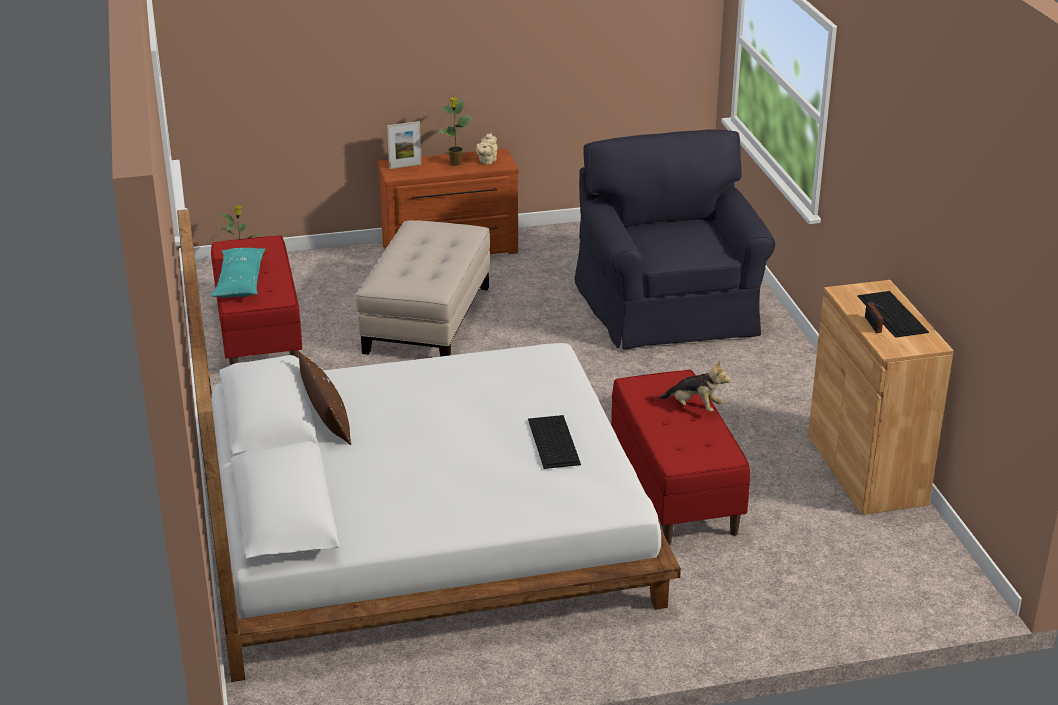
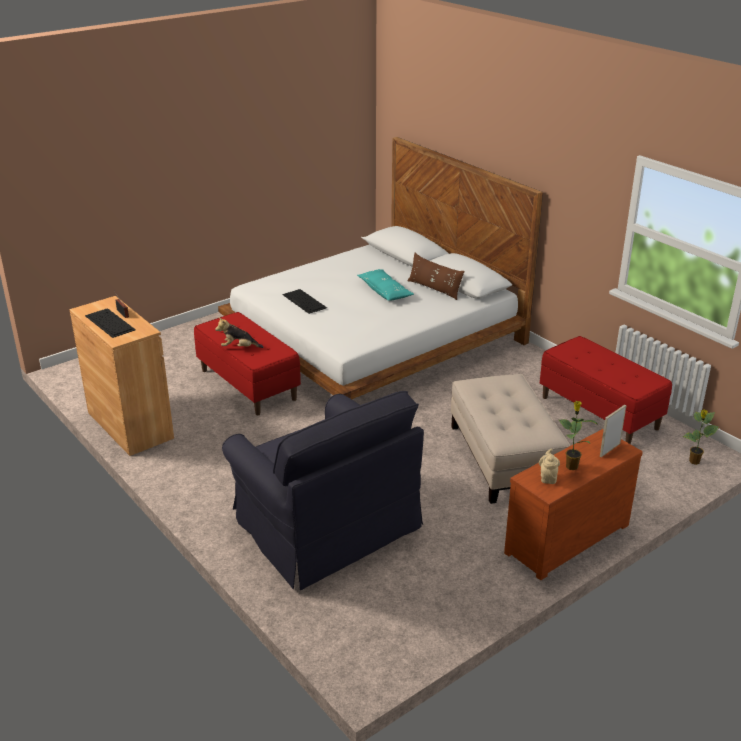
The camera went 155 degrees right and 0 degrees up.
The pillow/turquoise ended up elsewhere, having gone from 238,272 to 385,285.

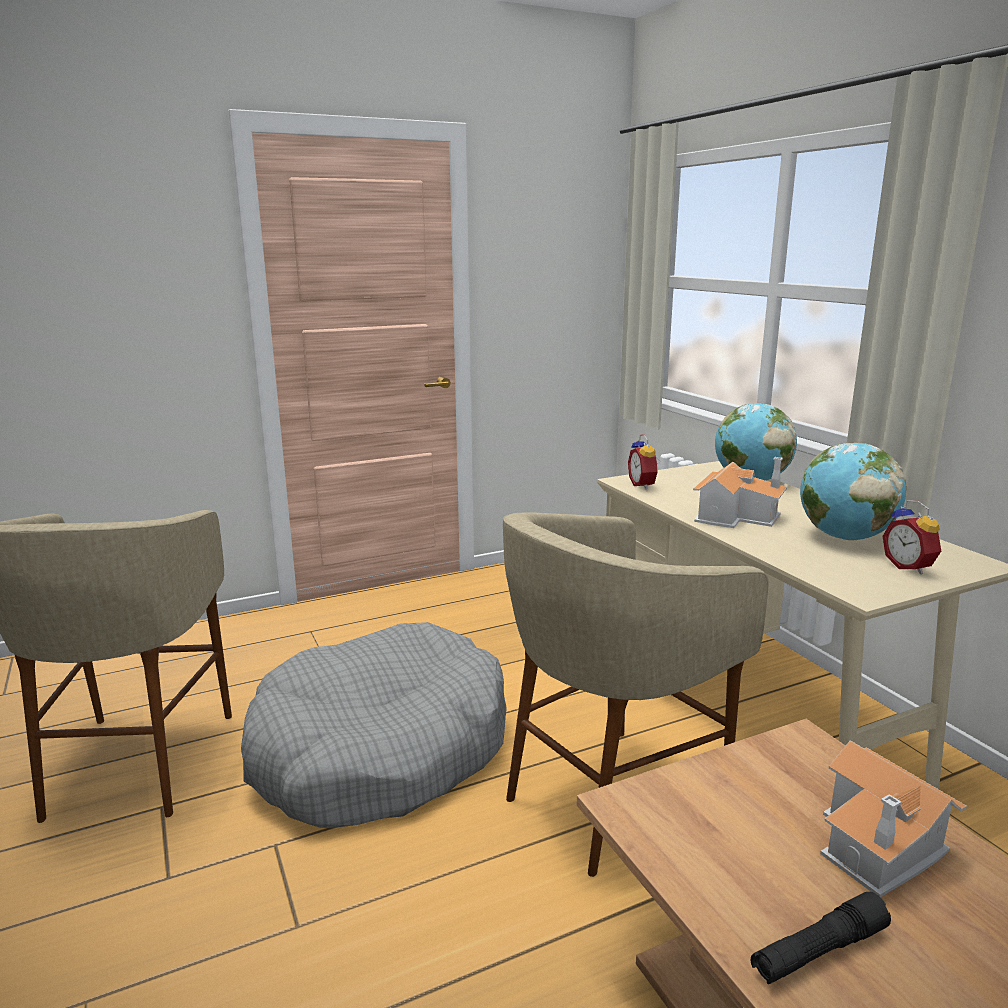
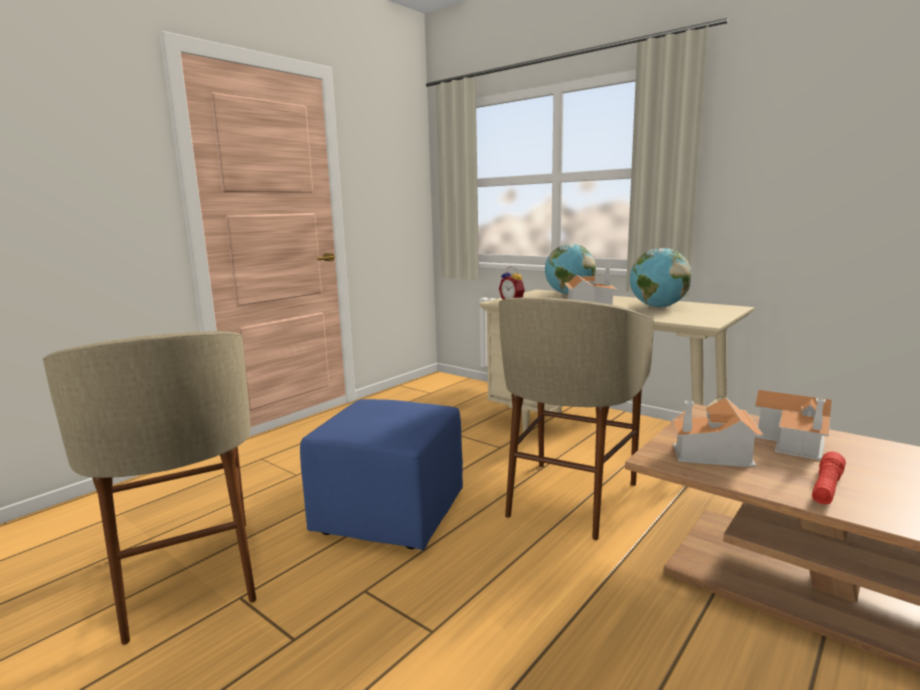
The camera went 25 degrees left and 5 degrees down.
Where the dog bed/grey stood at 374,725, the ottoman/blue came to stand at 381,474.
What was the flashlight/black at 821,938 turned into the flashlight/red at 829,478.
The second view lost the alarm clock at 911,537.
The second view gained the toy house at 717,432.

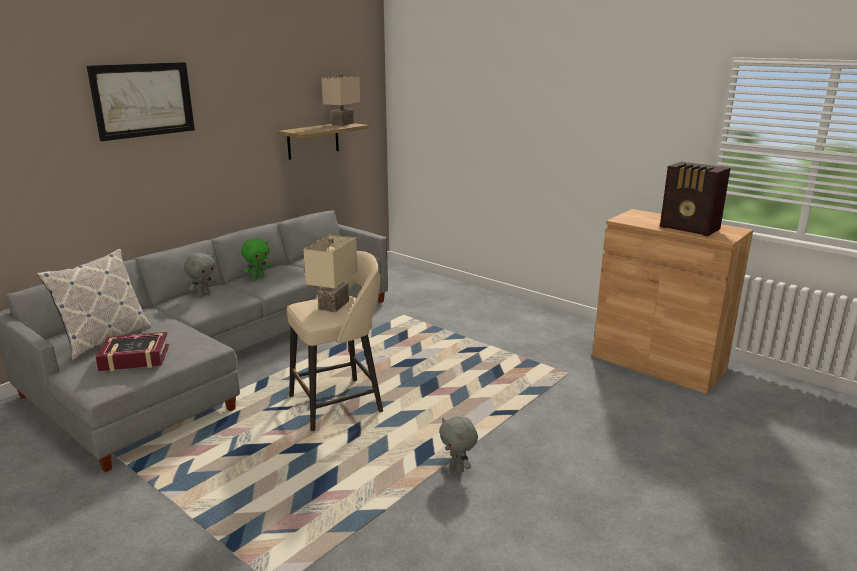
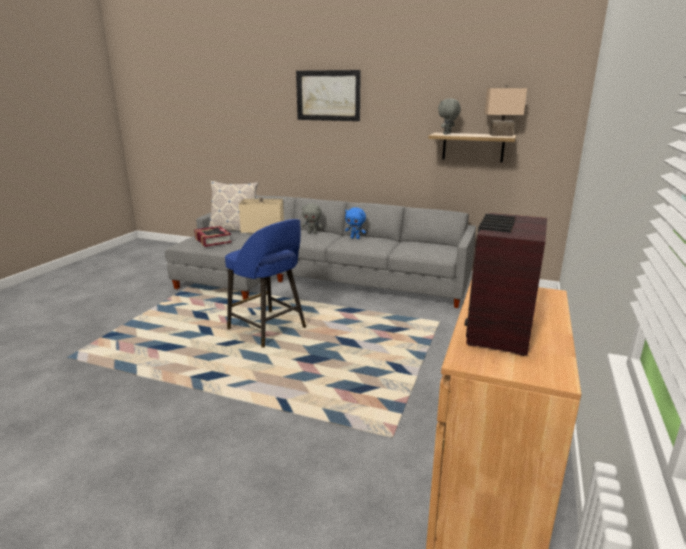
The camera went 70 degrees right and 0 degrees up.
What was the plush toy/green at 255,258 turned into the plush toy/blue at 355,223.
What was the stool/beige at 335,341 turned into the stool/blue at 265,283.
The plush toy/grey ended up elsewhere, having gone from 458,444 to 449,116.

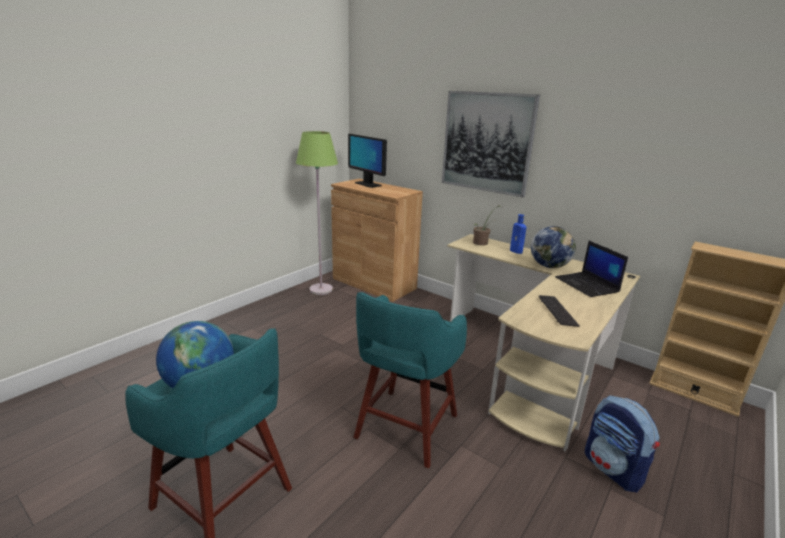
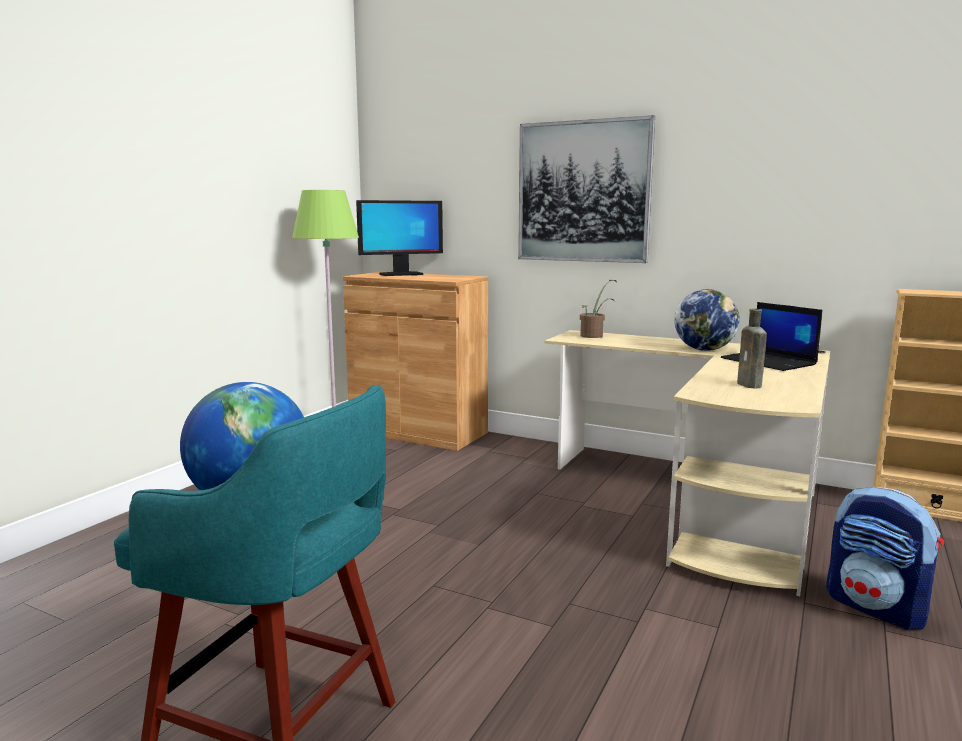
The camera went 10 degrees left and 10 degrees down.
The monitor at 367,161 ended up facing another way, 60 degrees counterclockwise from before.
The second view lost the stool/turquoise at 410,380.
The second view lost the bottle/blue at 518,234.
Where the keyboard stood at 559,311, the bottle/brown came to stand at 752,348.

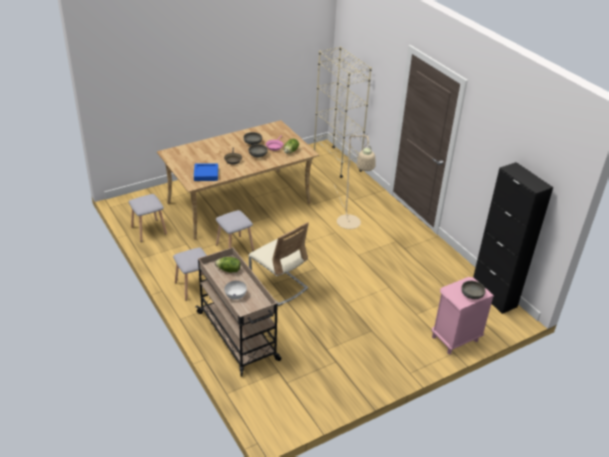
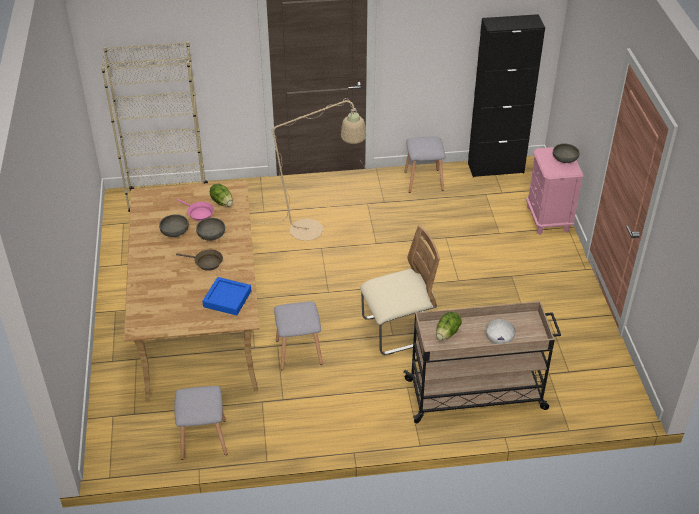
The camera went 65 degrees left and 5 degrees up.
The stool/grey ended up elsewhere, having gone from 190,274 to 424,165.

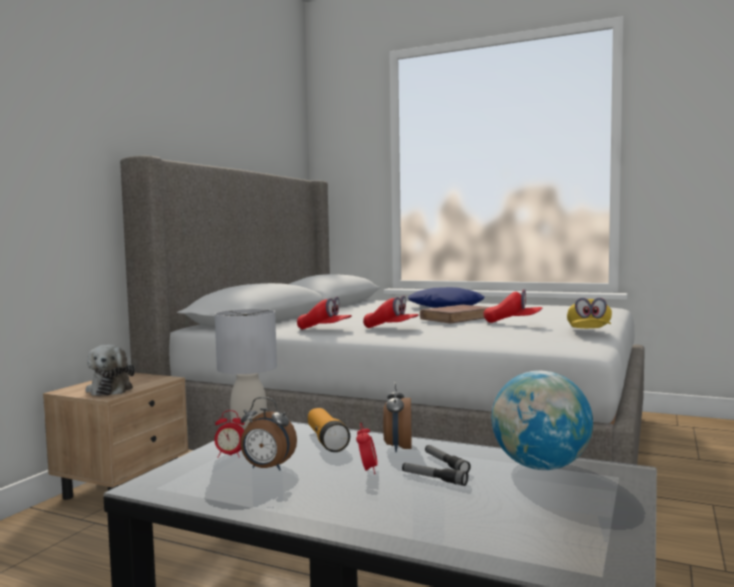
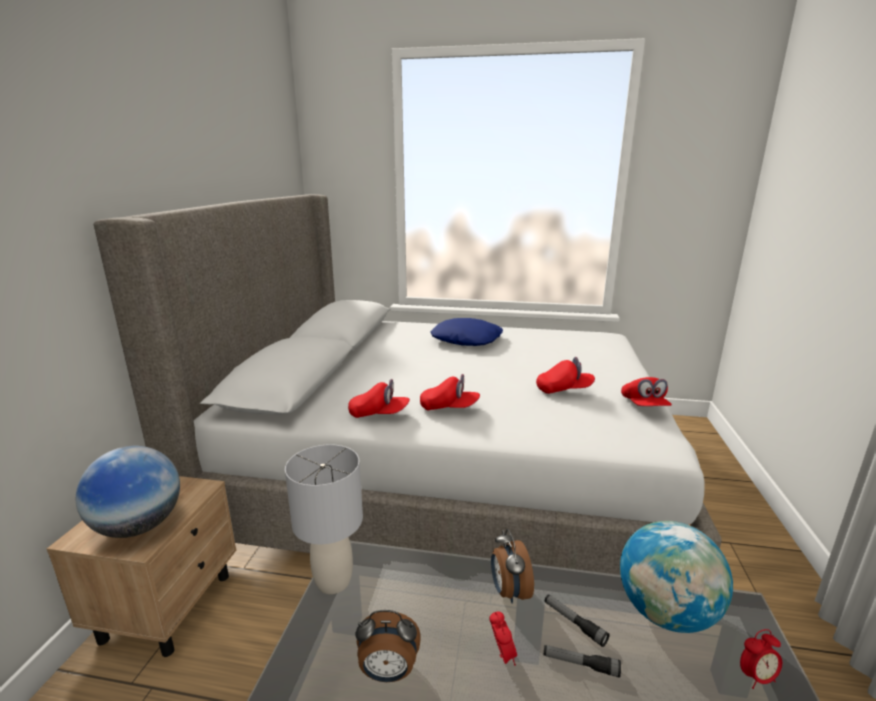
The camera went 15 degrees left and 15 degrees up.
Where the plush toy stood at 110,370, the globe came to stand at 128,492.
The alarm clock ended up elsewhere, having gone from 229,434 to 761,659.
The second view lost the flashlight at 329,430.
The second view lost the book/brown at 454,314.
What was the cap/yellow at 589,313 turned into the cap/red at 646,391.

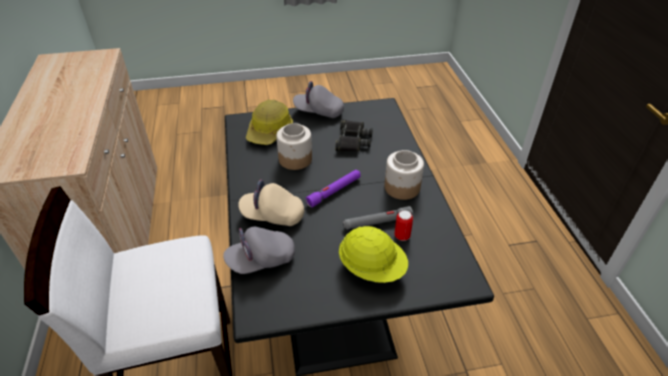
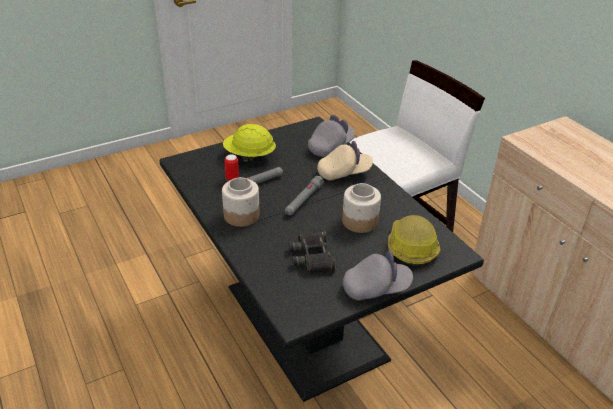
The camera went 160 degrees right and 5 degrees down.
What was the flashlight/purple at 333,188 turned into the flashlight/grey at 304,196.

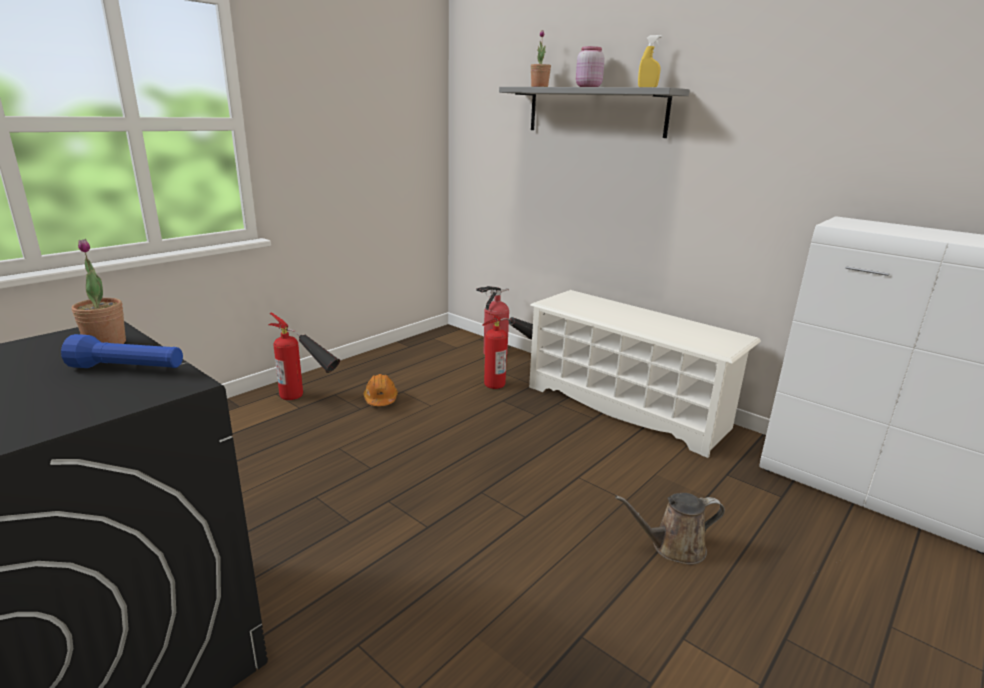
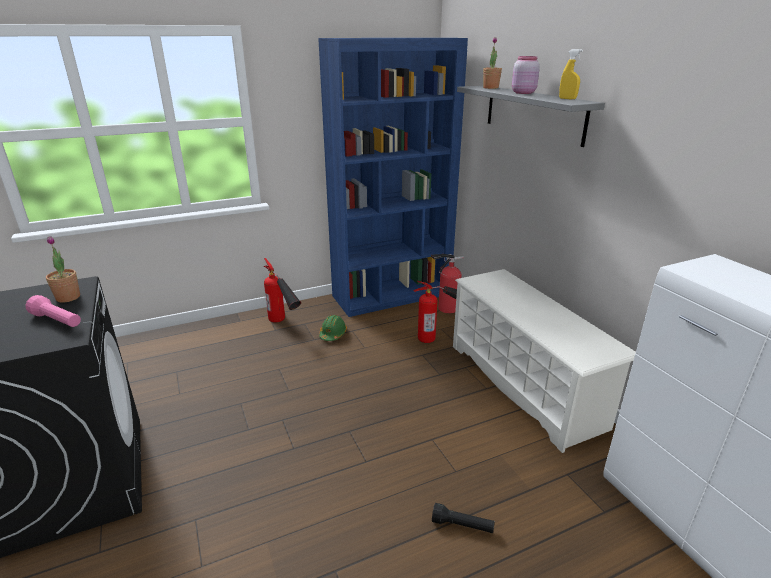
The camera went 25 degrees right and 5 degrees up.
What was the flashlight/blue at 122,351 turned into the flashlight/pink at 53,311.
What was the hard hat/orange at 381,390 turned into the hard hat/green at 333,328.
Where the watering can/brown stood at 670,529, the flashlight/black came to stand at 463,518.
The second view gained the bookcase/blue at 393,177.

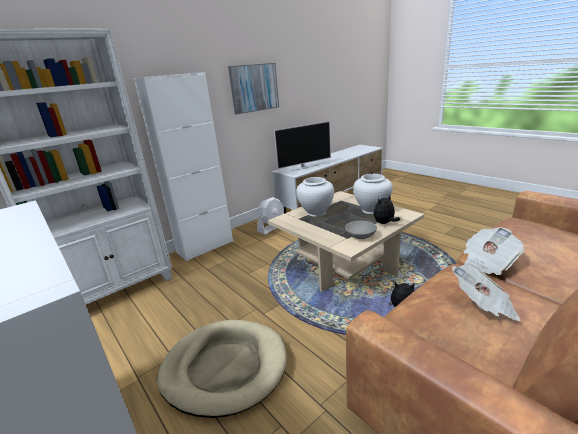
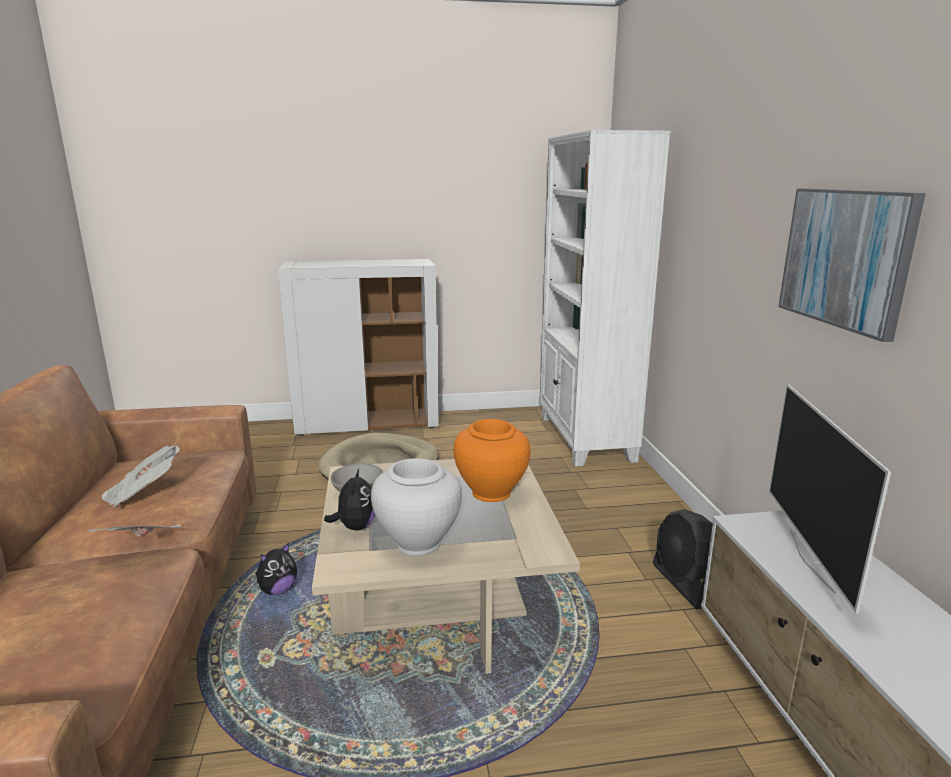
The camera went 120 degrees right and 5 degrees down.
The second view lost the cabinet/white at 183,166.
What was the fan/white at 270,215 turned into the fan/black at 683,559.
What was the vase/white at 315,197 turned into the vase/orange at 492,460.

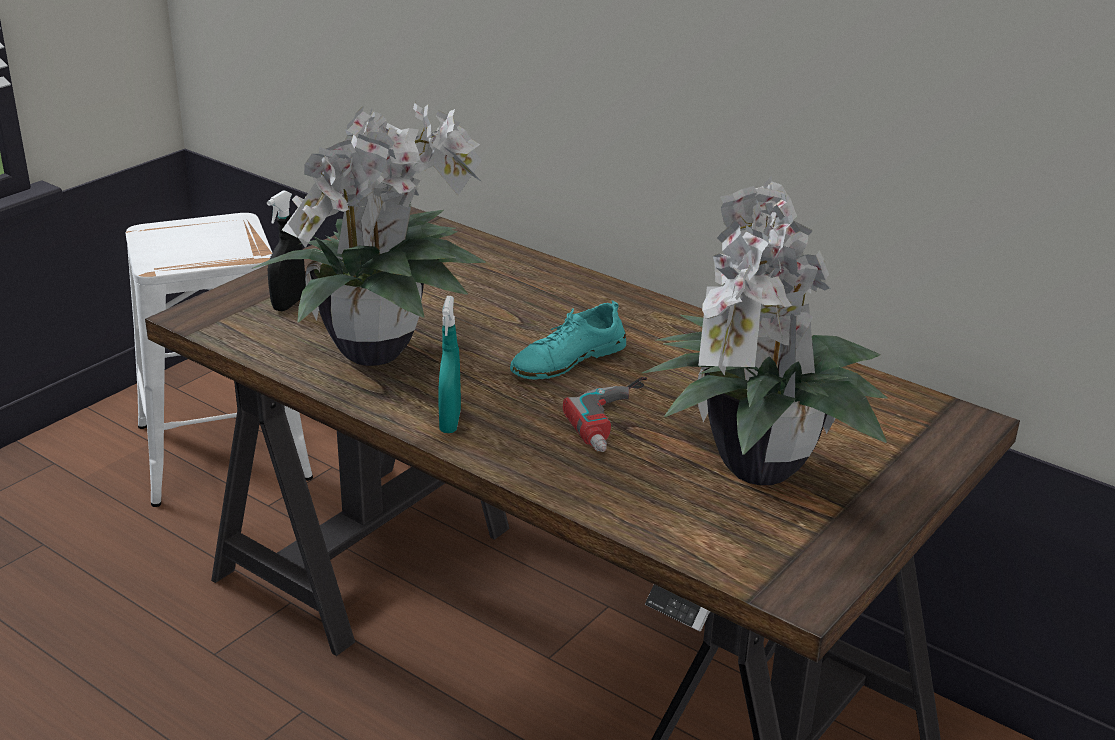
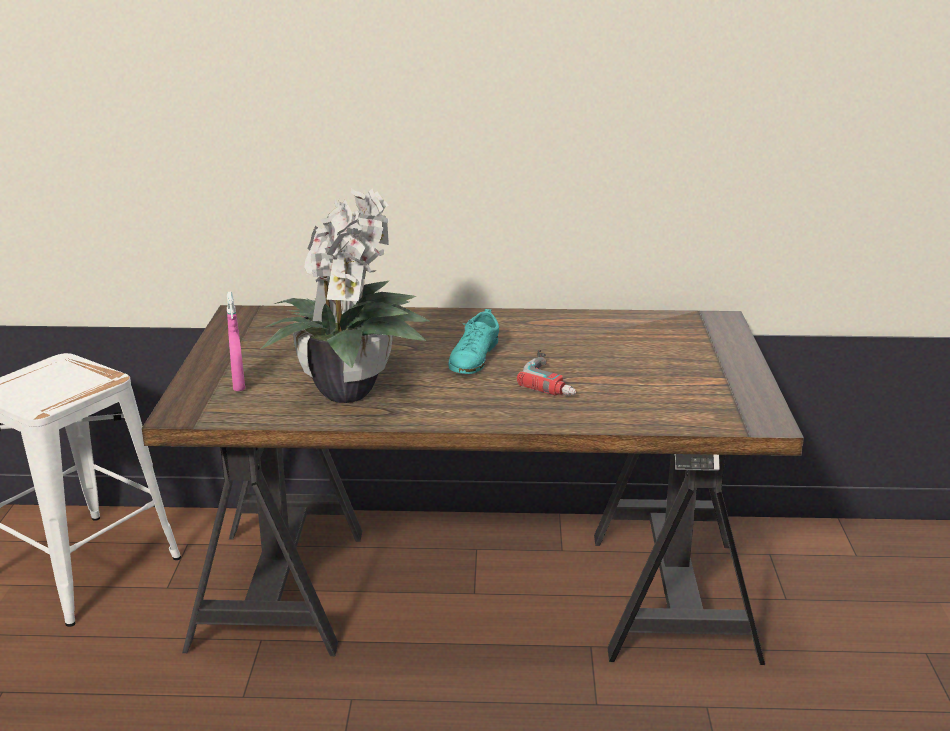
The camera went 35 degrees left and 5 degrees down.
What was the spray bottle/black at 286,250 turned into the spray bottle/pink at 236,341.
The second view lost the spray bottle/turquoise at 449,364.
The second view lost the potted plant at 765,330.

